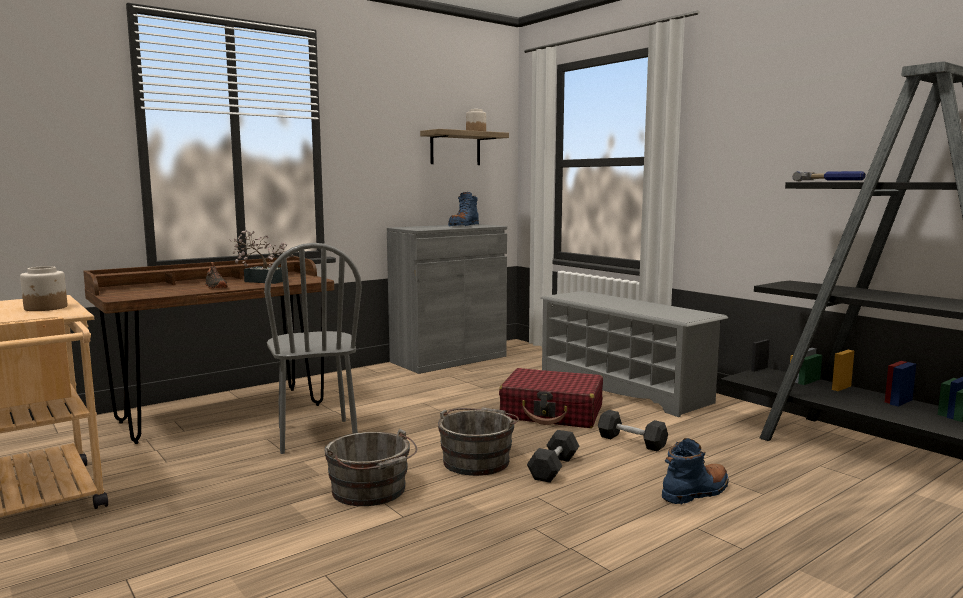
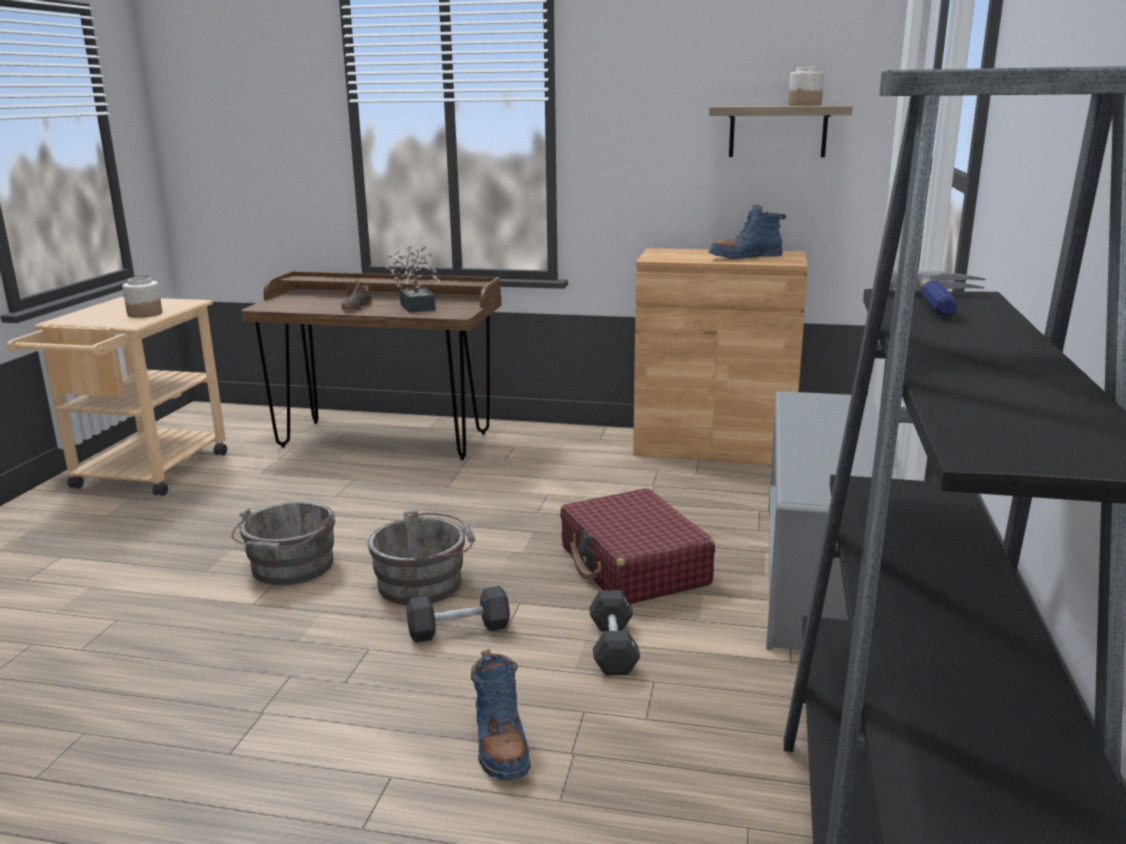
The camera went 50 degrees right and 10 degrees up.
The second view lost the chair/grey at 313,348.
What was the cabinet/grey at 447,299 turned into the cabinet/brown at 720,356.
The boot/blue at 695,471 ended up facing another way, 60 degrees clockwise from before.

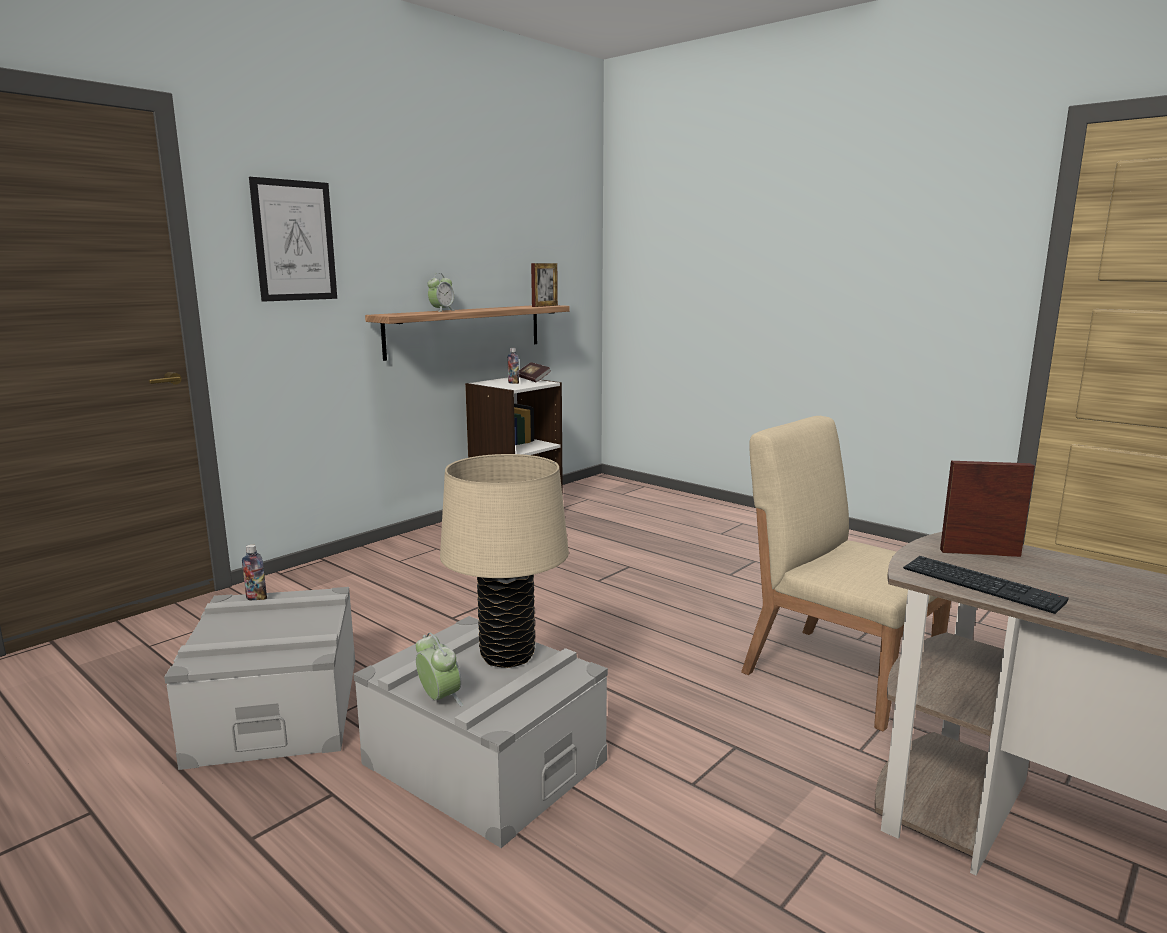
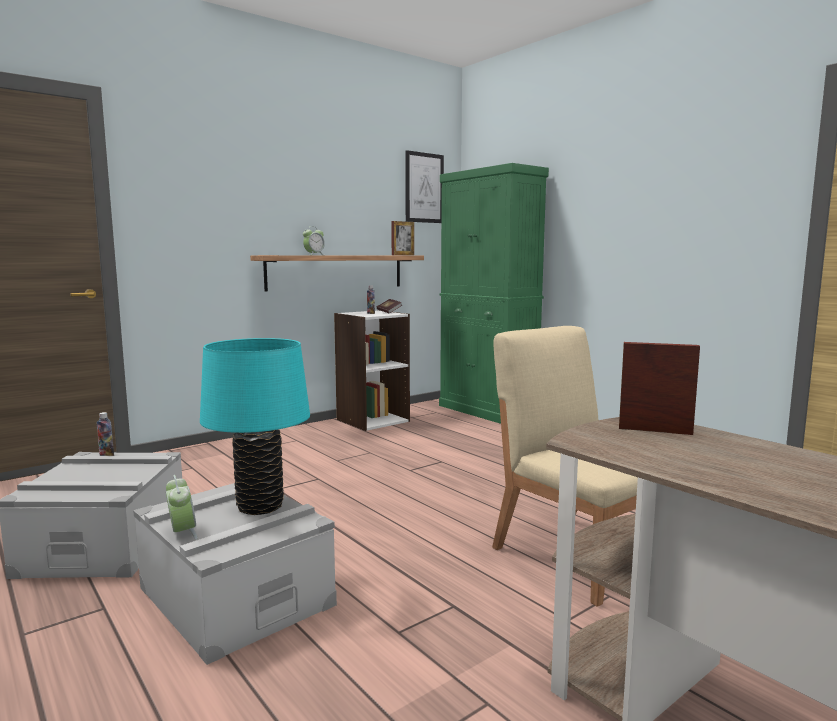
The camera went 10 degrees right and 5 degrees down.
The picture ended up elsewhere, having gone from 293,239 to 424,186.
What was the table lamp/beige at 504,561 turned into the table lamp/turquoise at 255,426.
The second view lost the keyboard at 986,585.
The second view gained the cabinet/green at 494,293.

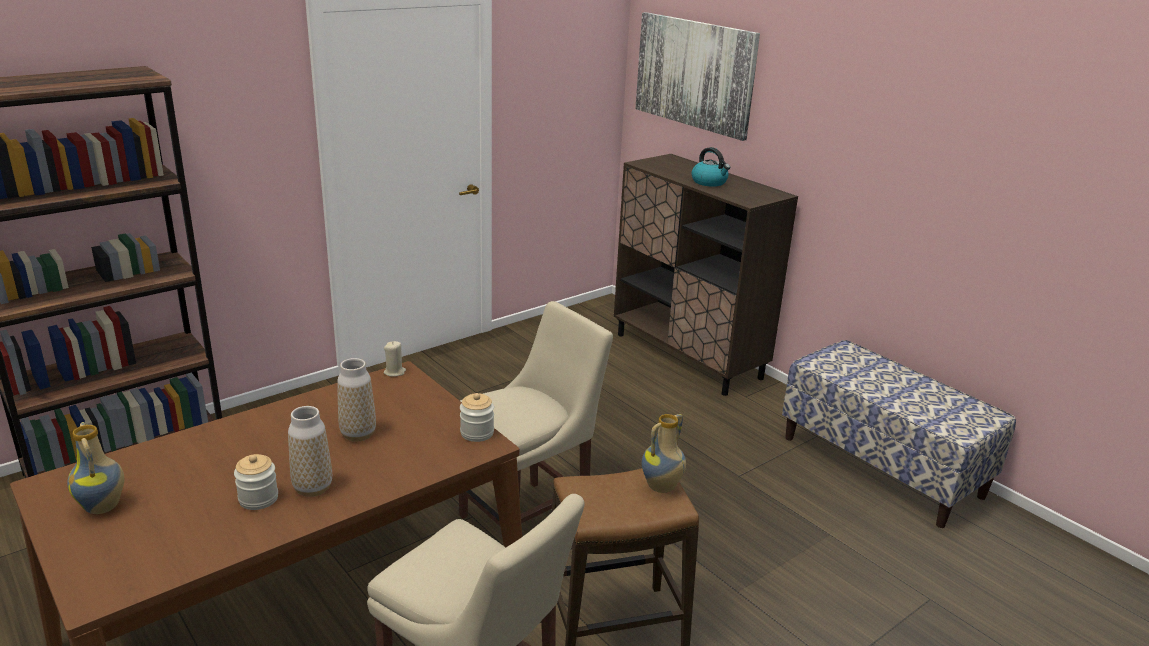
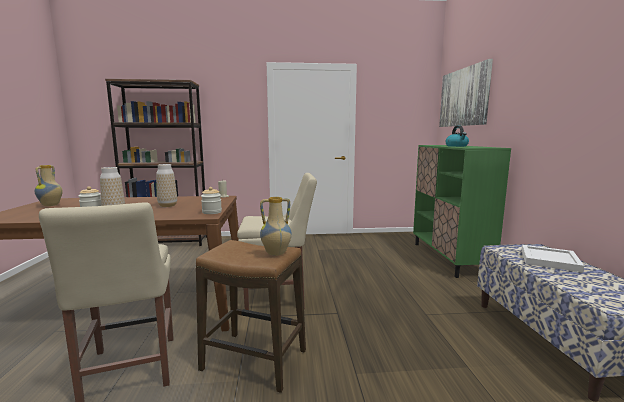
The camera went 35 degrees right and 15 degrees down.
What was the cabinet/brown at 706,275 turned into the cabinet/green at 462,211.
The second view gained the tray/white at 553,258.

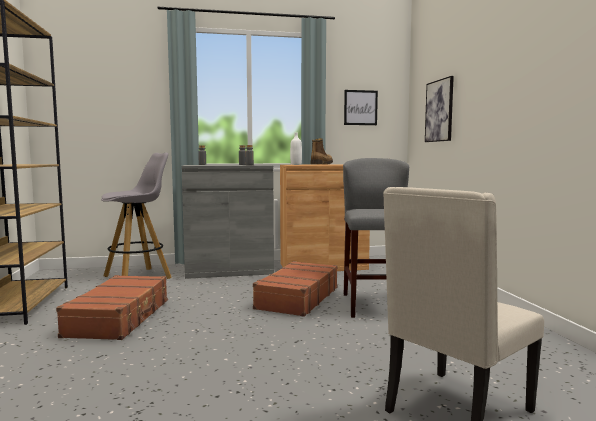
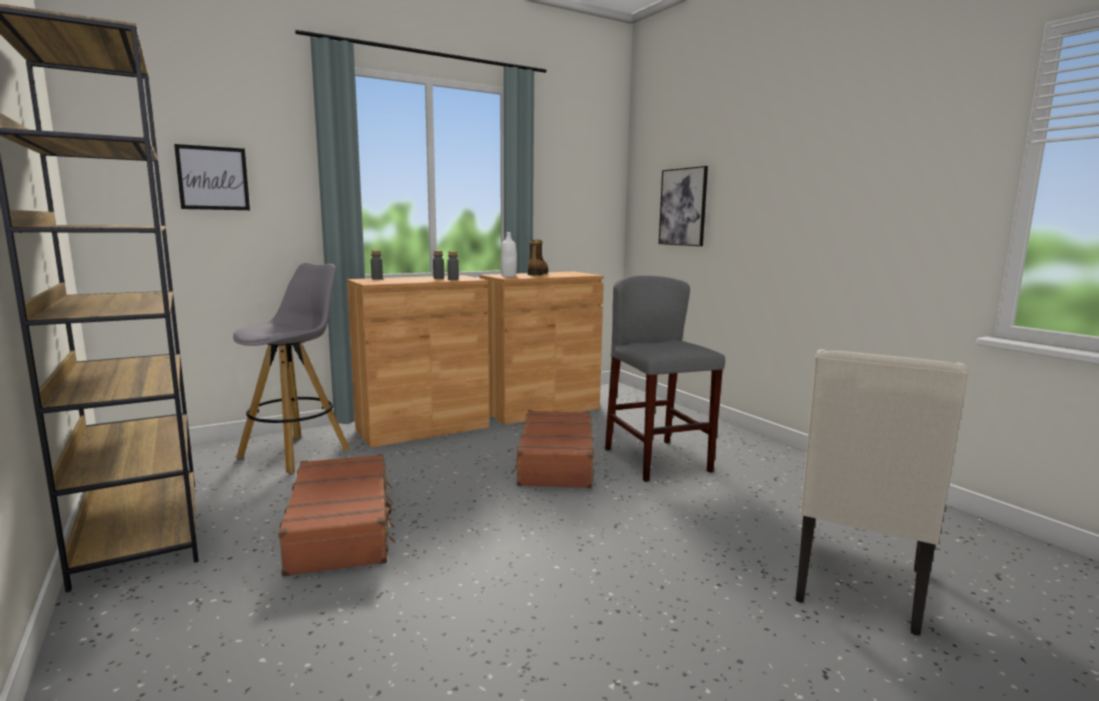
The camera went 20 degrees left and 5 degrees up.
What was the cabinet/grey at 228,222 turned into the cabinet/brown at 418,361.
The picture ended up elsewhere, having gone from 361,107 to 212,177.

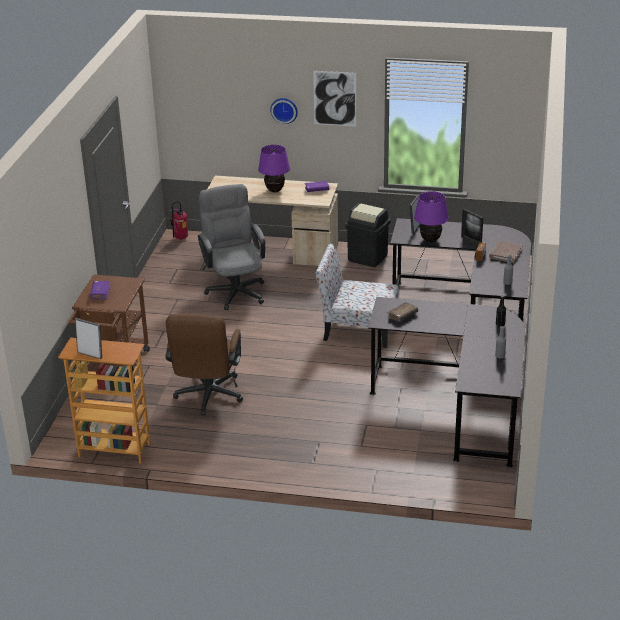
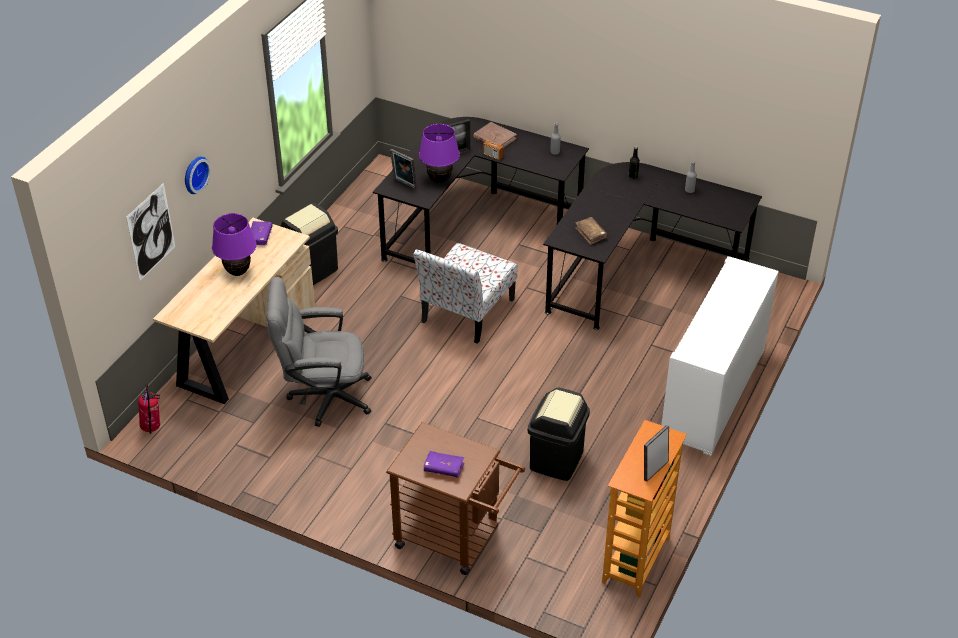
The camera went 75 degrees left and 10 degrees up.
Where the office chair/brown stood at 204,364, the trash can/black came to stand at 559,434.
The picture ended up elsewhere, having gone from 334,99 to 150,232.
The second view gained the cabinet/white at 720,356.

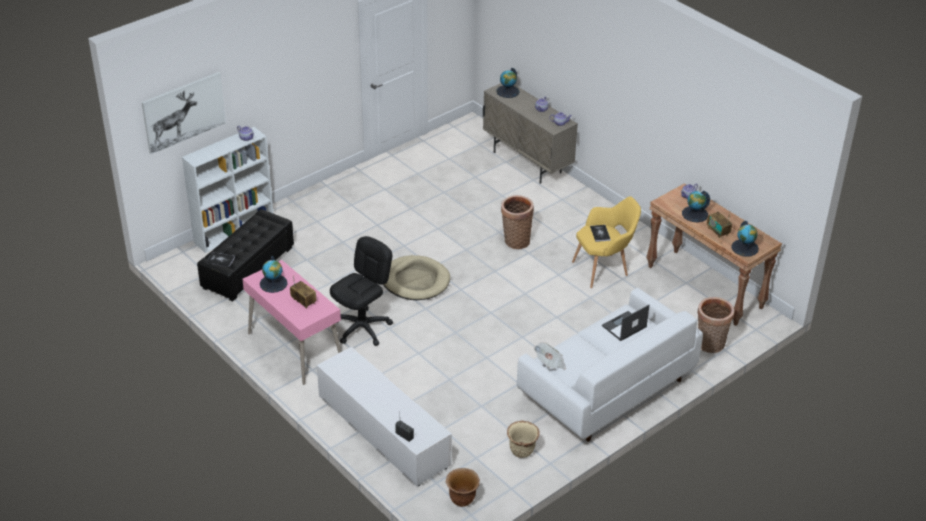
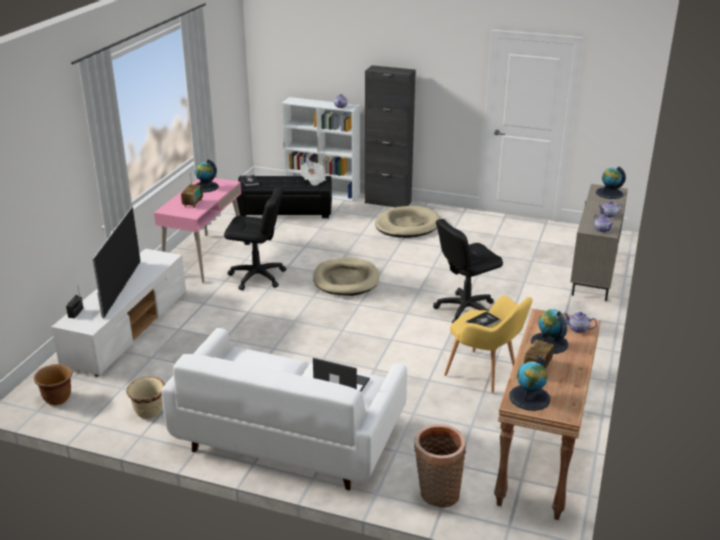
The camera went 60 degrees right and 10 degrees down.
The second view lost the picture at 184,113.
Where the basket stood at 517,222, the office chair/black came to stand at 468,271.
The newspaper ended up elsewhere, having gone from 550,355 to 313,173.
The second view gained the television at 117,263.
The second view gained the cabinet/black at 390,136.
The second view gained the dog bed/beige at 407,222.

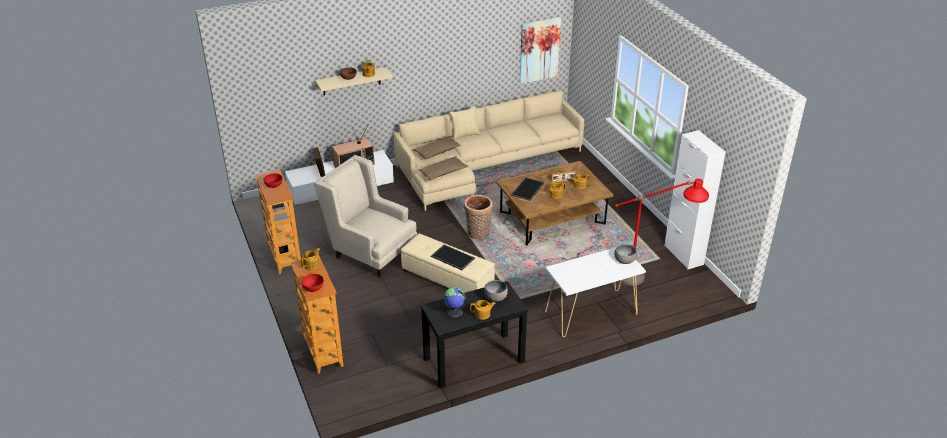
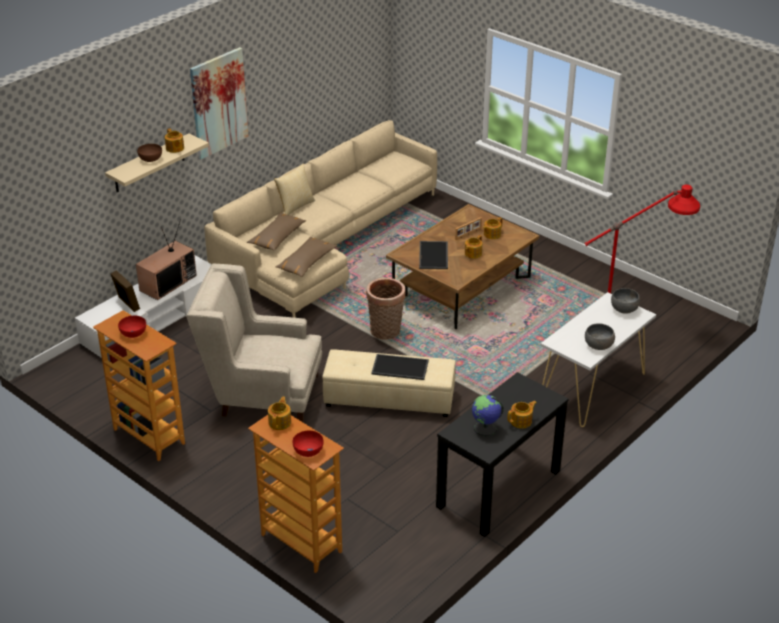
The camera went 25 degrees left and 0 degrees up.
The bowl/grey ended up elsewhere, having gone from 496,291 to 600,336.
The picture ended up elsewhere, having gone from 540,50 to 219,103.
The second view lost the cabinet/white at 695,199.

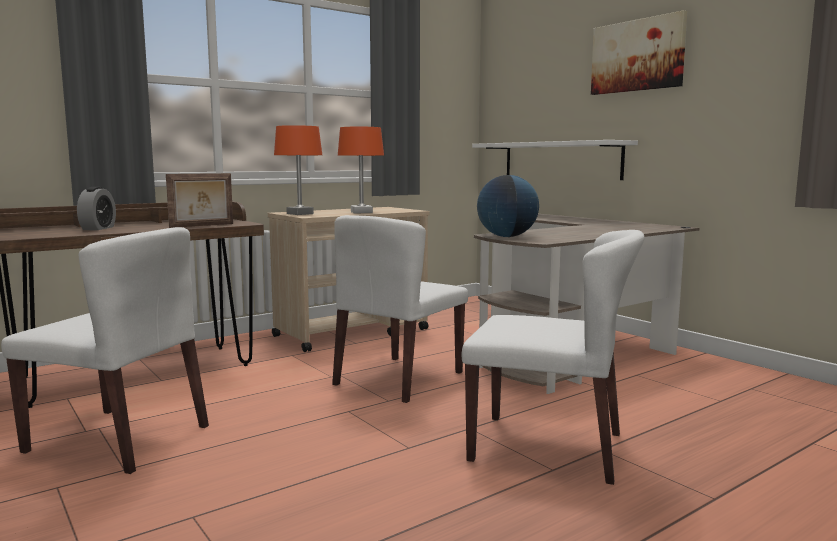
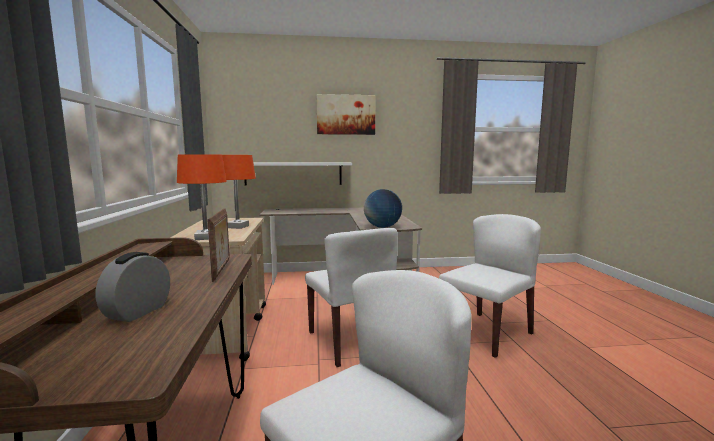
The camera went 60 degrees left and 0 degrees up.
The alarm clock at 96,208 ended up facing another way, 105 degrees counterclockwise from before.

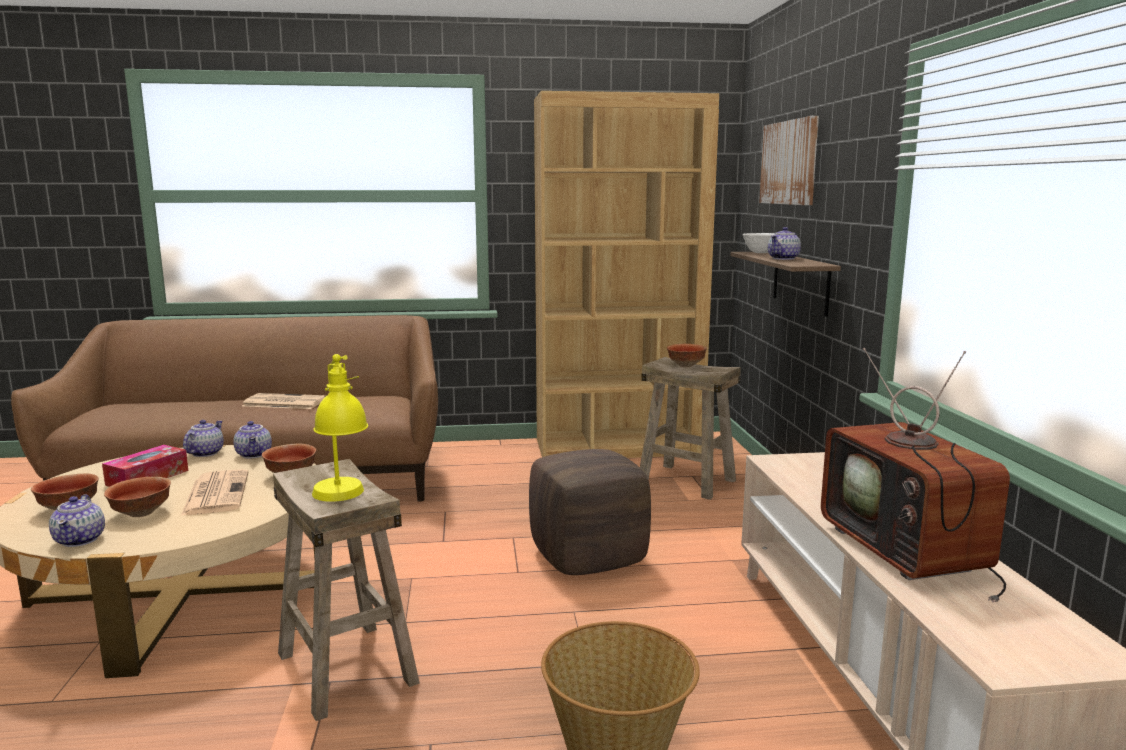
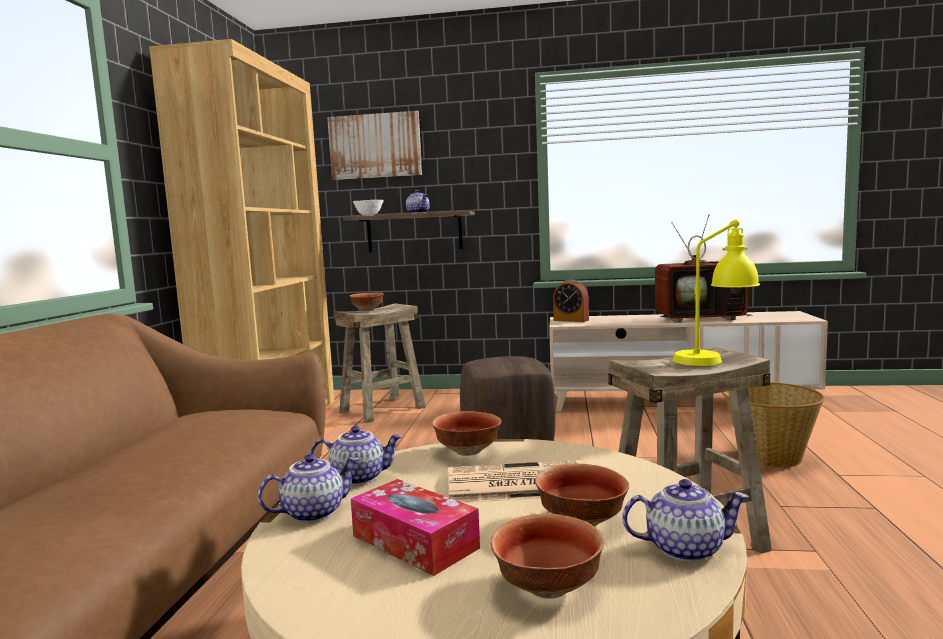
The camera went 75 degrees left and 5 degrees down.
The teapot at 203,438 ended up facing another way, 120 degrees clockwise from before.
The second view lost the newspaper at 284,401.
The second view gained the alarm clock at 571,300.

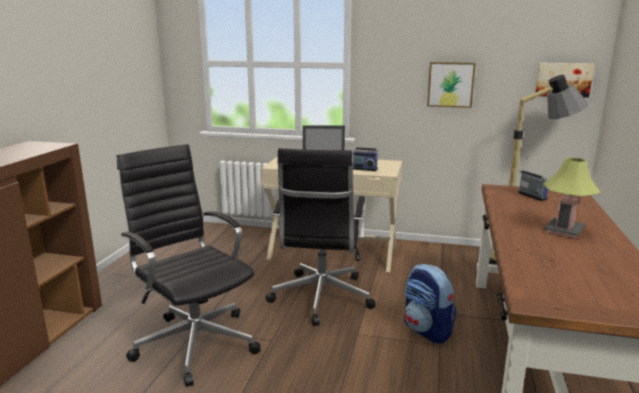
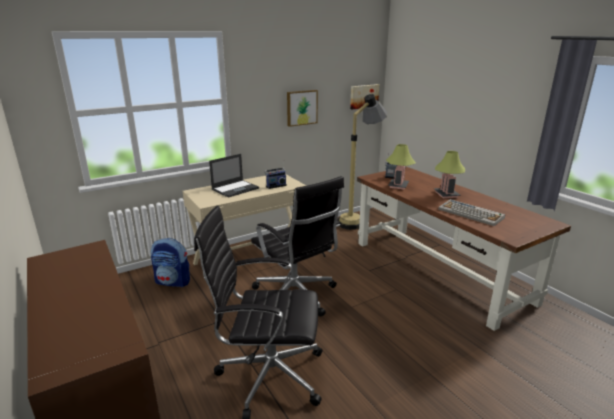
The camera went 45 degrees left and 5 degrees up.
The backpack ended up elsewhere, having gone from 430,304 to 170,262.
The second view gained the table lamp at 401,167.
The second view gained the keyboard at 471,212.

